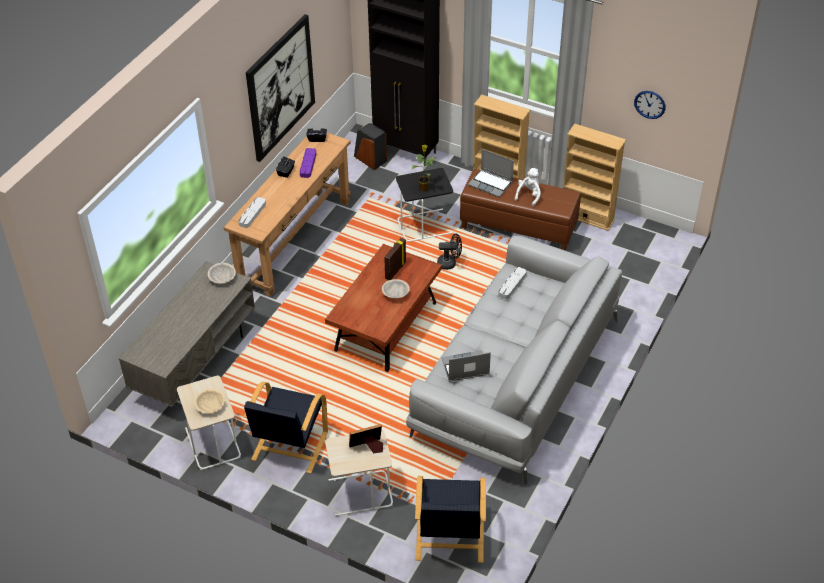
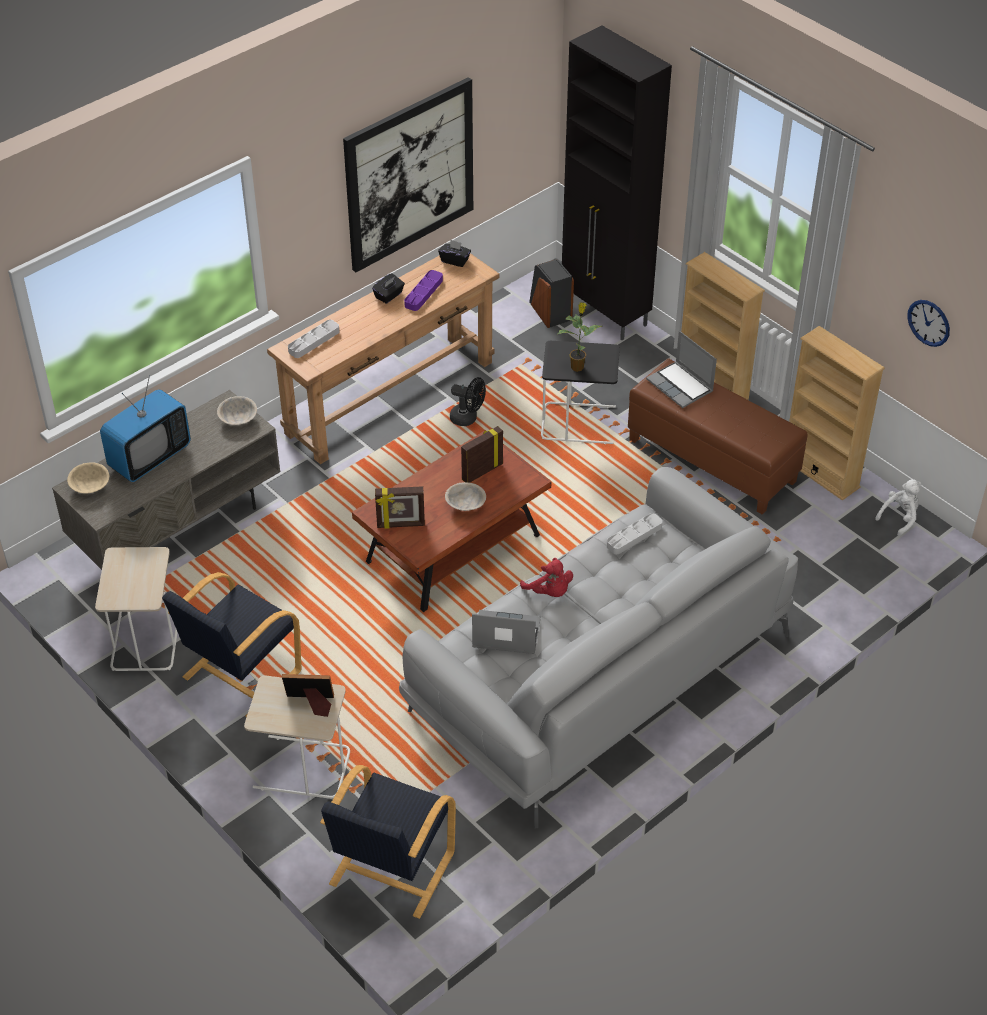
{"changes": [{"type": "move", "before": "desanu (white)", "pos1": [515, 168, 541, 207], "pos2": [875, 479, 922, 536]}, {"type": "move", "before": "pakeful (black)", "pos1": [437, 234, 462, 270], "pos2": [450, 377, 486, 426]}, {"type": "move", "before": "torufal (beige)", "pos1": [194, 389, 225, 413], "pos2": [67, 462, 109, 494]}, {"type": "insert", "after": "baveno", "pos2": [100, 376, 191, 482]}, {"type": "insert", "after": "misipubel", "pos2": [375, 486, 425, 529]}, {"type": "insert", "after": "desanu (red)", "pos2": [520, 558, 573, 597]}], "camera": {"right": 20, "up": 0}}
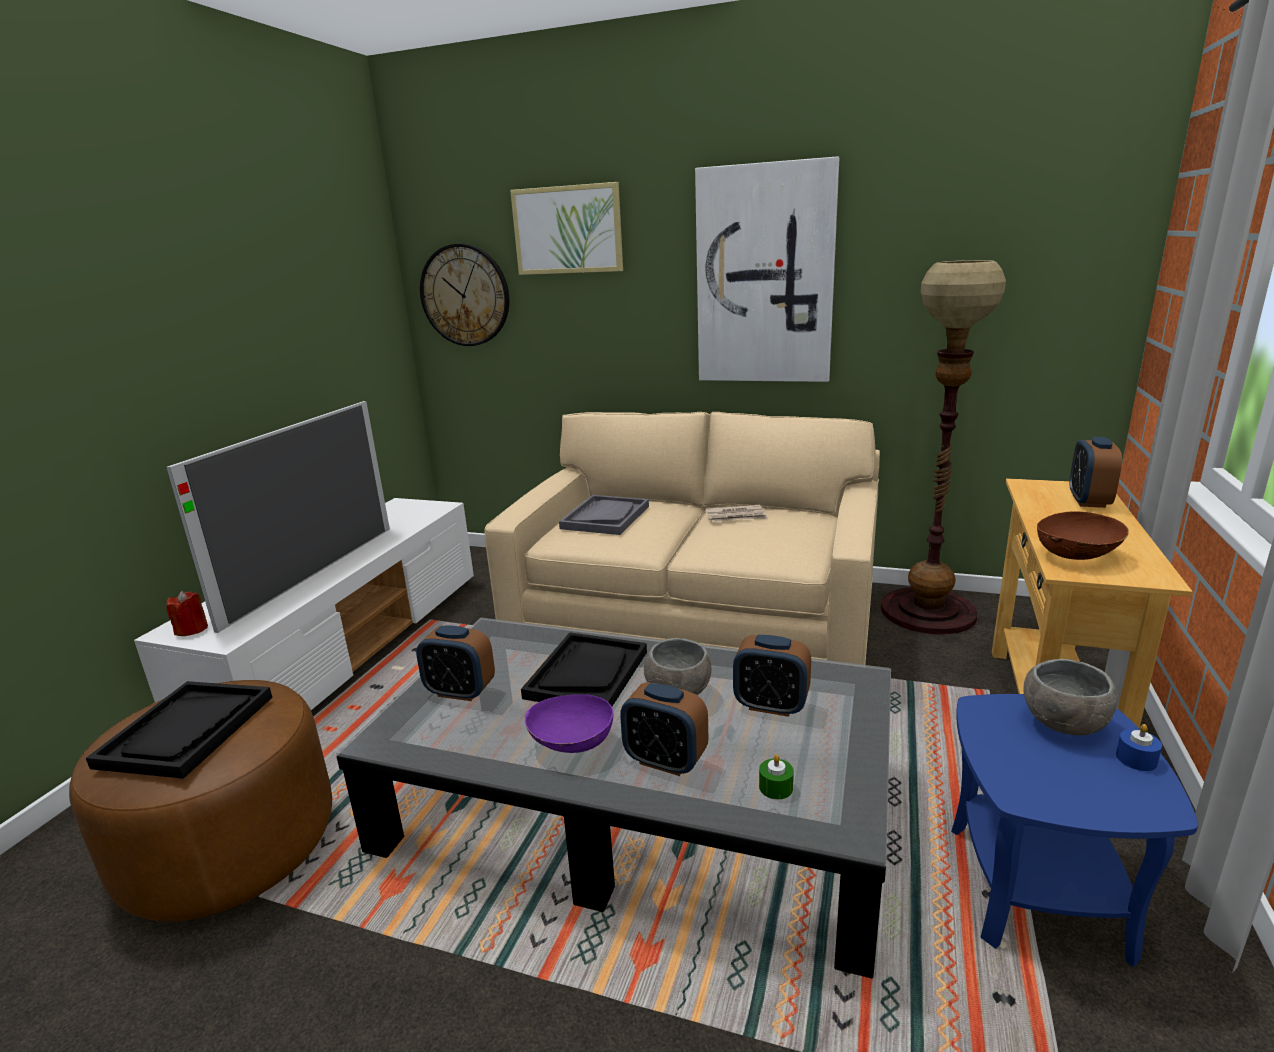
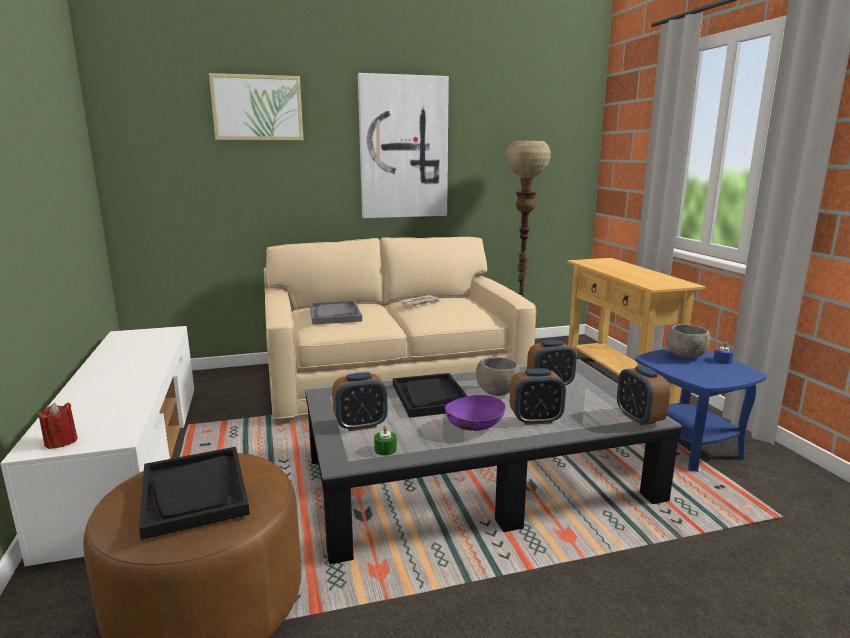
{"changes": [{"type": "delete", "before": "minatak", "pos1": [420, 244, 509, 346]}, {"type": "delete", "before": "baveno", "pos1": [166, 401, 390, 633]}, {"type": "move", "before": "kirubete", "pos1": [1070, 437, 1122, 508], "pos2": [617, 365, 670, 426]}, {"type": "delete", "before": "torufal (brown)", "pos1": [1037, 511, 1129, 560]}, {"type": "move", "before": "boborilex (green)", "pos1": [759, 754, 794, 799], "pos2": [374, 425, 397, 455]}], "camera": {"right": -35, "up": -5}}
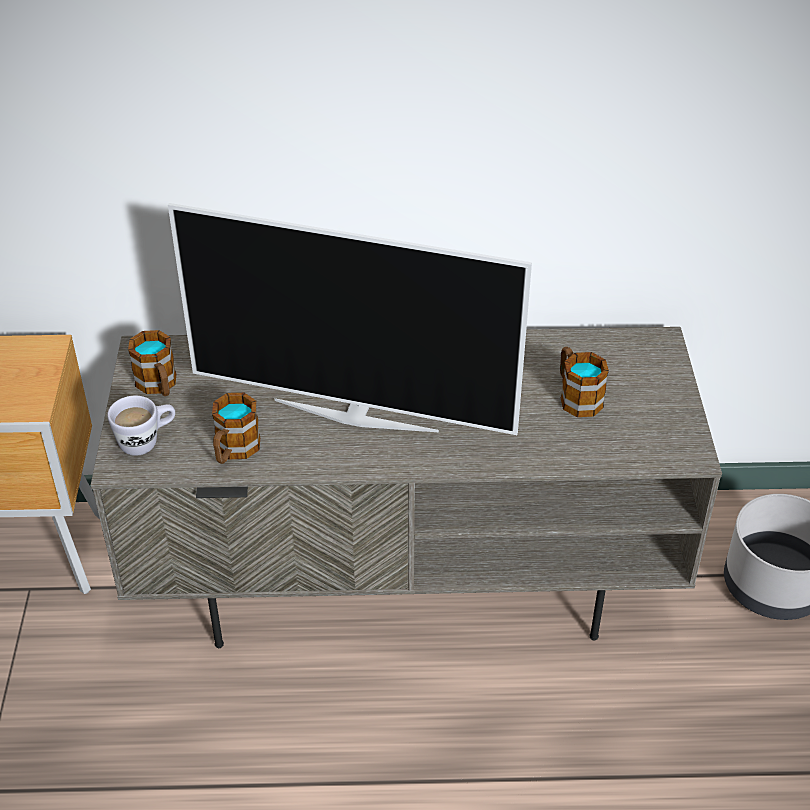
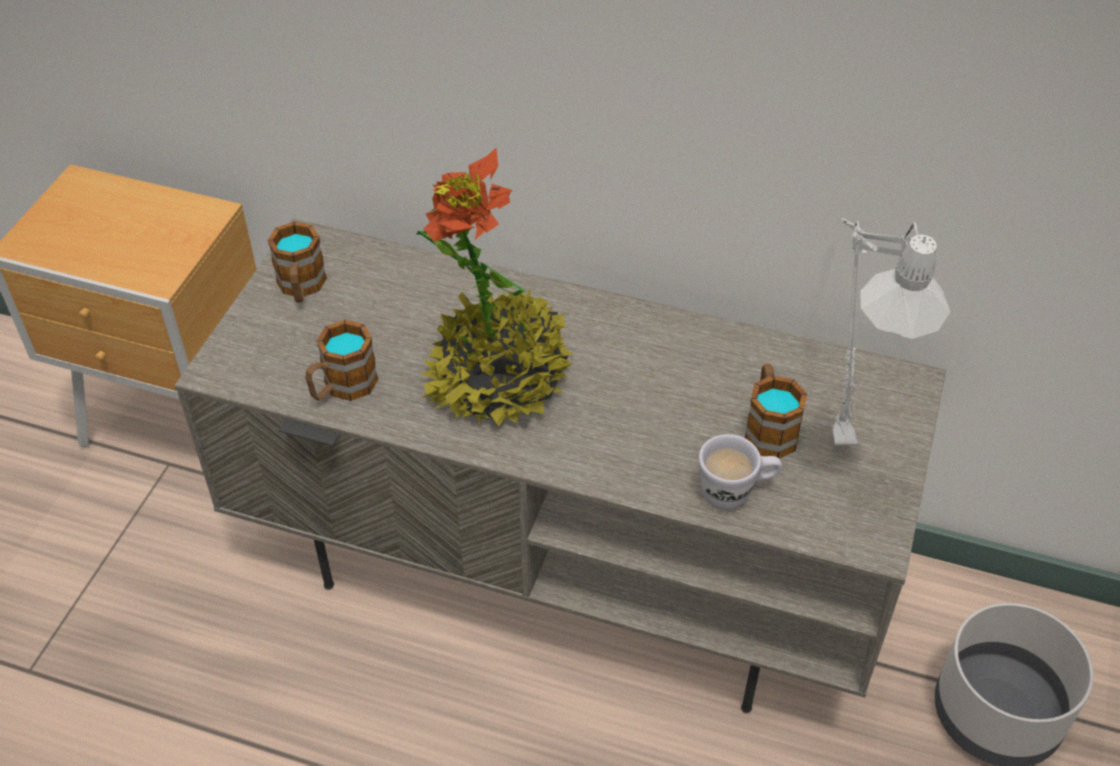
{"changes": [{"type": "replace", "before": "baveno", "after": "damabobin", "pos1": [168, 203, 532, 435], "pos2": [416, 148, 574, 426]}, {"type": "move", "before": "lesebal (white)", "pos1": [107, 396, 175, 456], "pos2": [698, 434, 782, 510]}, {"type": "insert", "after": "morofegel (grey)", "pos2": [832, 218, 950, 445]}], "camera": {"right": 20, "up": 5}}
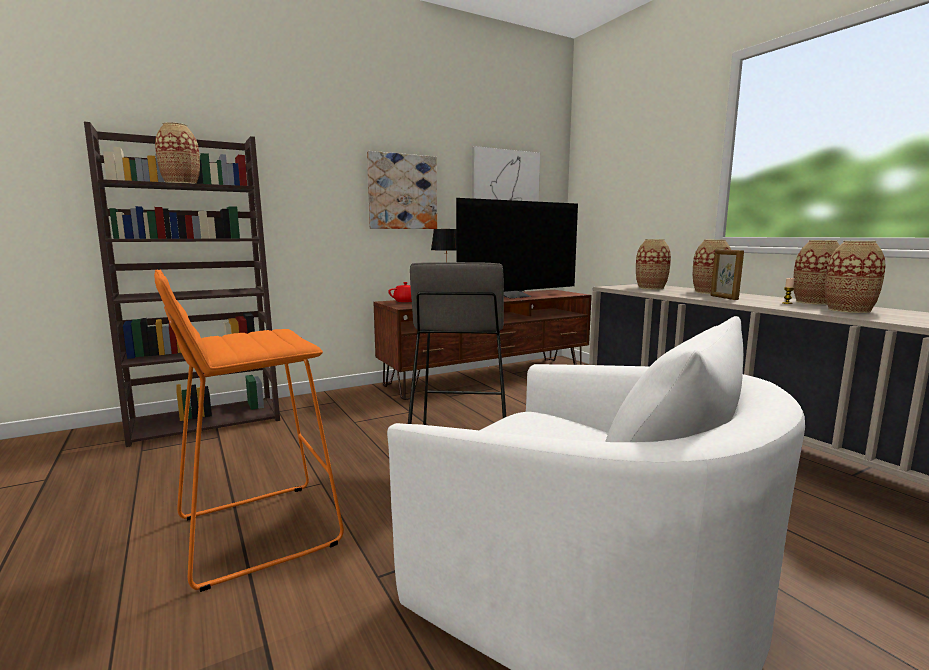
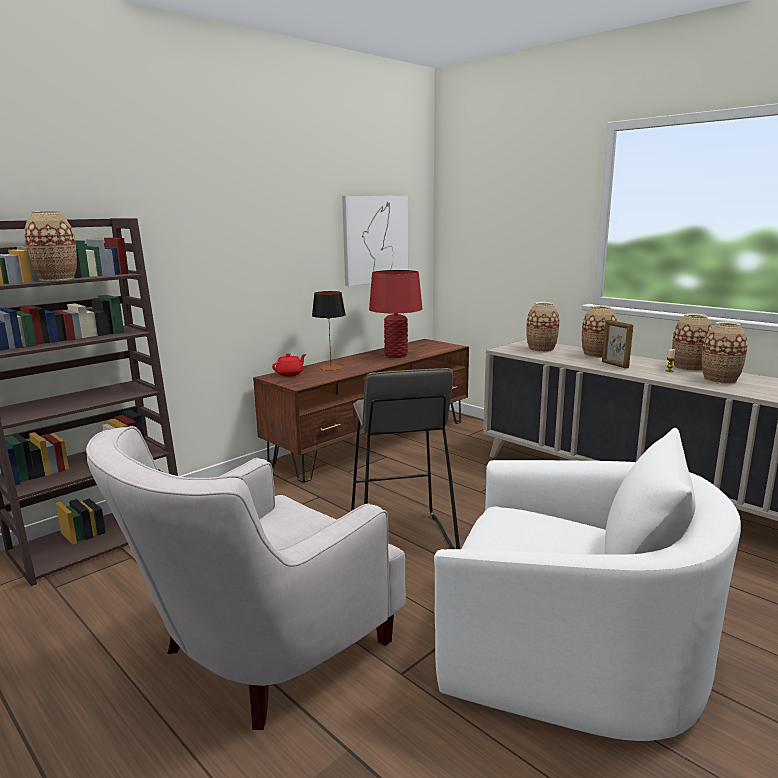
{"changes": [{"type": "delete", "before": "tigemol", "pos1": [367, 151, 437, 229]}, {"type": "replace", "before": "baveno", "after": "morofegel (red)", "pos1": [456, 198, 578, 298], "pos2": [369, 270, 422, 358]}, {"type": "replace", "before": "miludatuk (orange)", "after": "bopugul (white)", "pos1": [154, 270, 344, 592], "pos2": [86, 426, 406, 730]}], "camera": {"right": -15, "up": 5}}
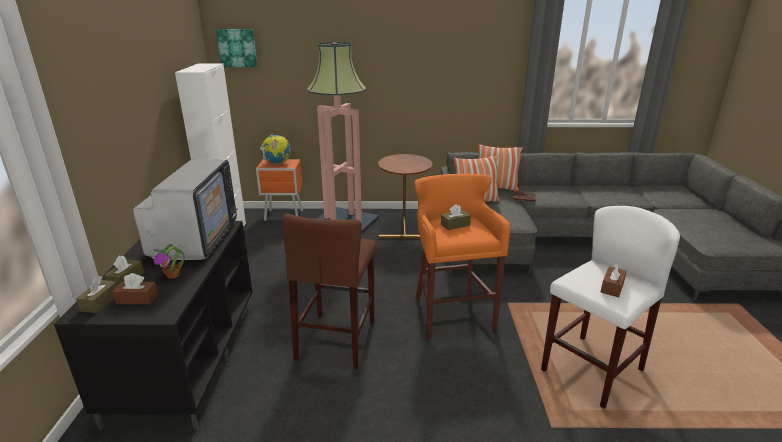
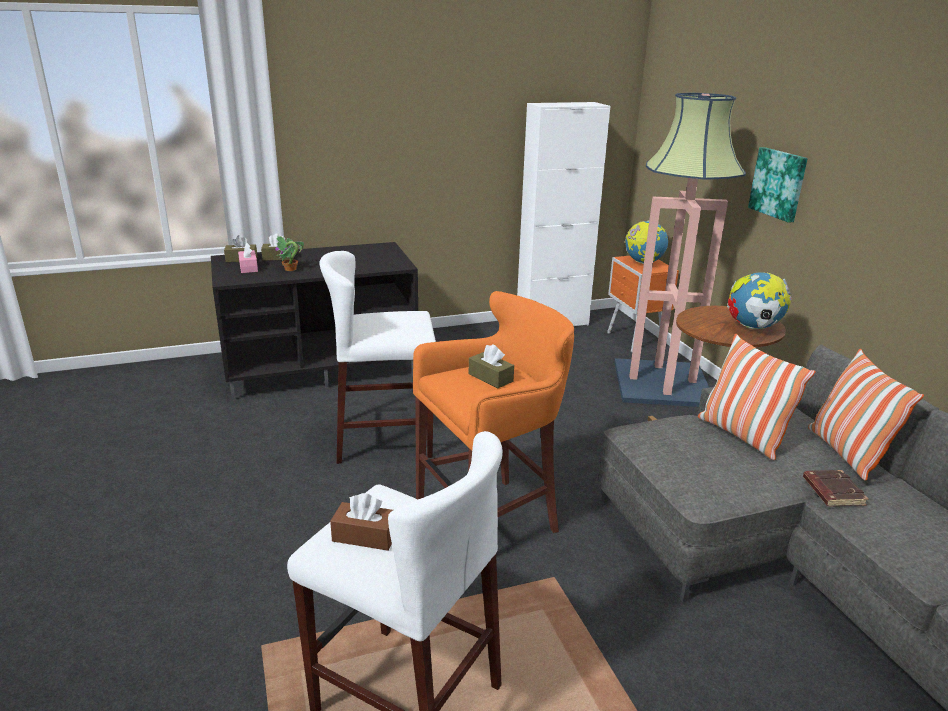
{"changes": [{"type": "move", "before": "tigemol", "pos1": [216, 29, 257, 67], "pos2": [748, 147, 808, 223]}, {"type": "delete", "before": "baveno", "pos1": [133, 159, 238, 260]}, {"type": "recolor", "before": "miludatuk (brown)", "after": "miludatuk (white)", "pos1": [282, 213, 377, 369], "pos2": [320, 251, 436, 464]}, {"type": "recolor", "before": "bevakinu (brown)", "after": "bevakinu (pink)", "pos1": [112, 273, 158, 304], "pos2": [238, 243, 258, 273]}, {"type": "insert", "after": "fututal", "pos2": [727, 272, 792, 329]}], "camera": {"right": 70, "up": 0}}
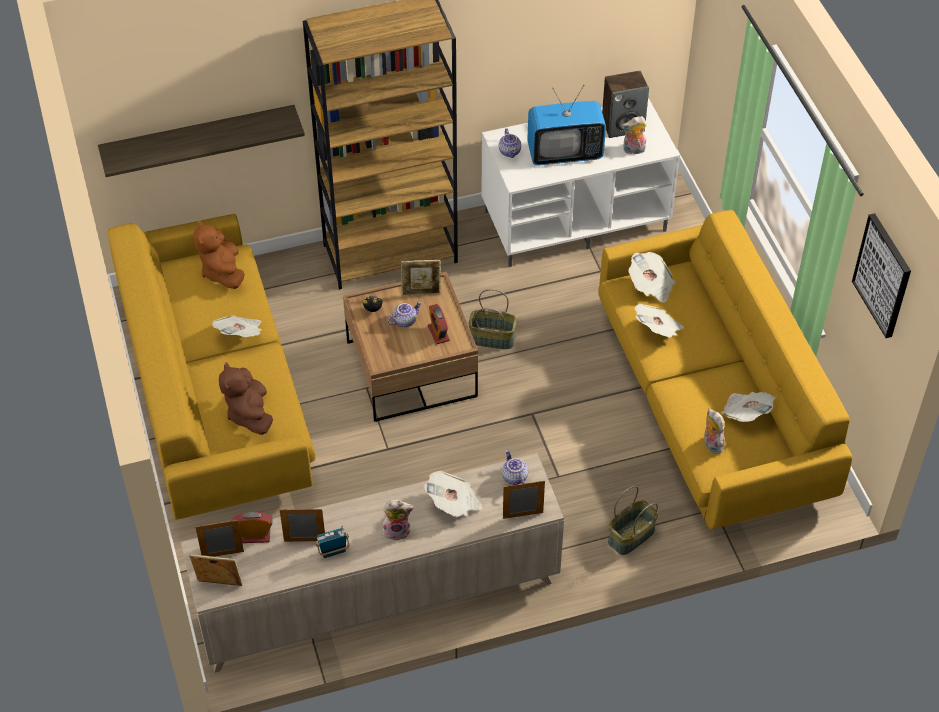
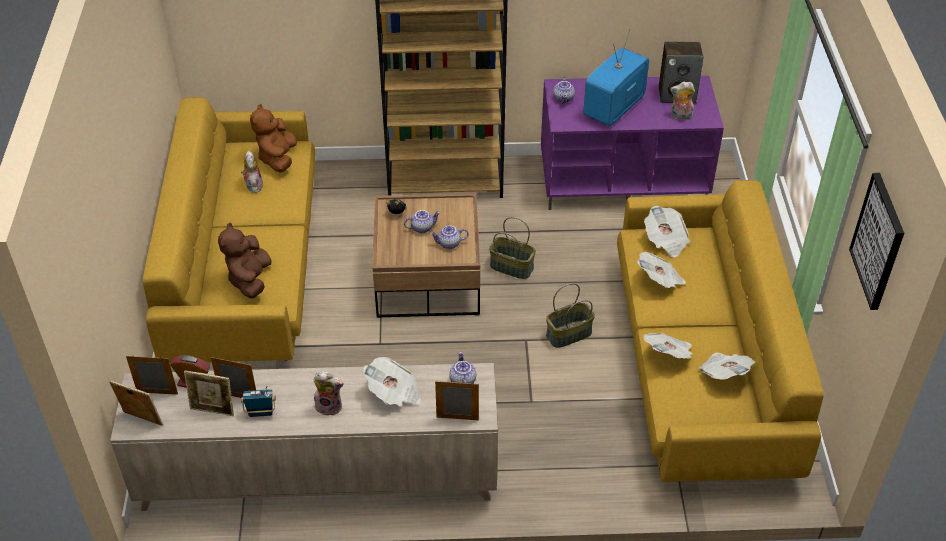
{"changes": [{"type": "rotate", "before": "baveno", "pos1": [527, 85, 606, 166], "pos2": [583, 30, 649, 126], "turn": 120}, {"type": "recolor", "before": "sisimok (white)", "after": "sisimok (purple)", "pos1": [481, 98, 680, 267], "pos2": [541, 76, 724, 210]}, {"type": "delete", "before": "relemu", "pos1": [98, 105, 305, 177]}, {"type": "move", "before": "misipubel", "pos1": [401, 260, 441, 296], "pos2": [184, 370, 234, 416]}, {"type": "replace", "before": "kirubete", "after": "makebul", "pos1": [428, 304, 450, 344], "pos2": [430, 226, 469, 249]}, {"type": "move", "before": "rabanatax", "pos1": [212, 315, 262, 337], "pos2": [644, 333, 693, 359]}, {"type": "move", "before": "desanu", "pos1": [704, 409, 725, 454], "pos2": [241, 150, 263, 193]}, {"type": "move", "before": "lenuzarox", "pos1": [608, 486, 658, 555], "pos2": [546, 283, 595, 348]}], "camera": {"right": 15, "up": -5}}
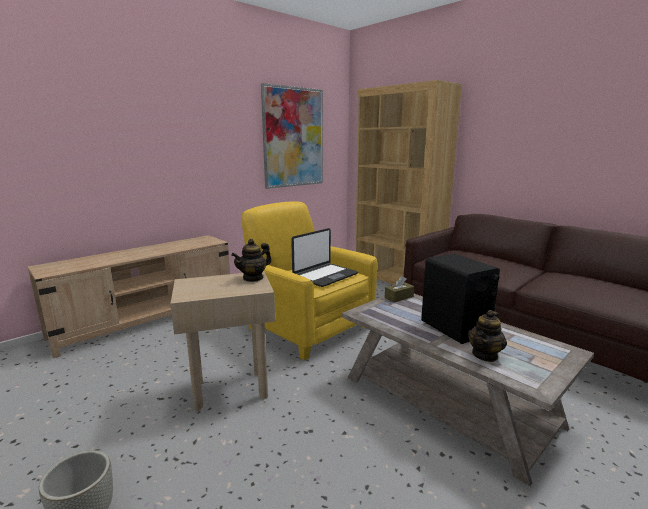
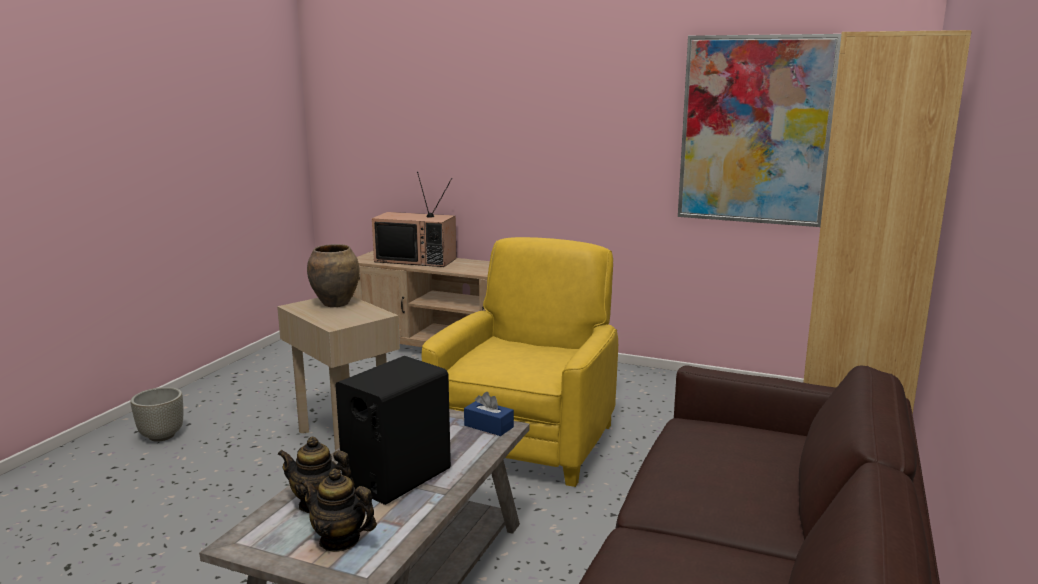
{"changes": [{"type": "delete", "before": "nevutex", "pos1": [291, 228, 358, 287]}, {"type": "move", "before": "makebul", "pos1": [231, 239, 272, 282], "pos2": [300, 469, 377, 552]}, {"type": "recolor", "before": "bevakinu (brown)", "after": "bevakinu (blue)", "pos1": [385, 276, 414, 302], "pos2": [464, 392, 514, 436]}, {"type": "insert", "after": "baveno", "pos2": [372, 172, 457, 267]}, {"type": "insert", "after": "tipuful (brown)", "pos2": [307, 244, 359, 307]}], "camera": {"right": 65, "up": 0}}
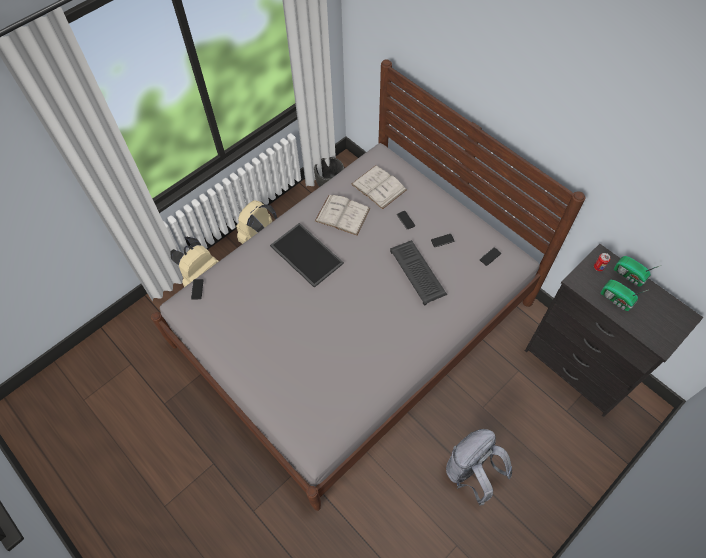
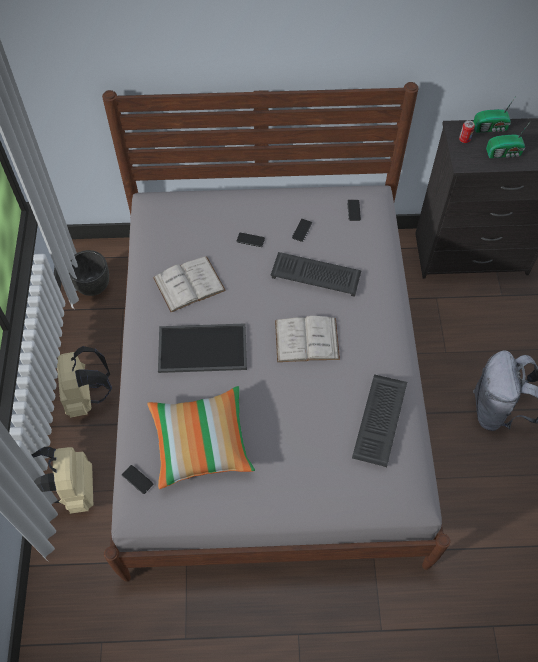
{"changes": [{"type": "move", "before": "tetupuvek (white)", "pos1": [352, 165, 407, 210], "pos2": [275, 316, 340, 362]}, {"type": "insert", "after": "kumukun", "pos2": [352, 374, 407, 467]}, {"type": "insert", "after": "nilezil", "pos2": [147, 386, 255, 489]}], "camera": {"right": -50, "up": 0}}
